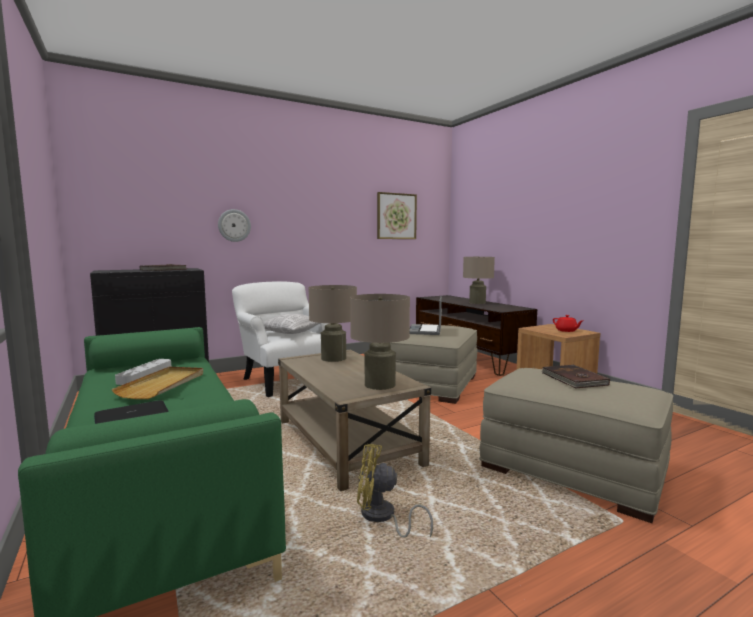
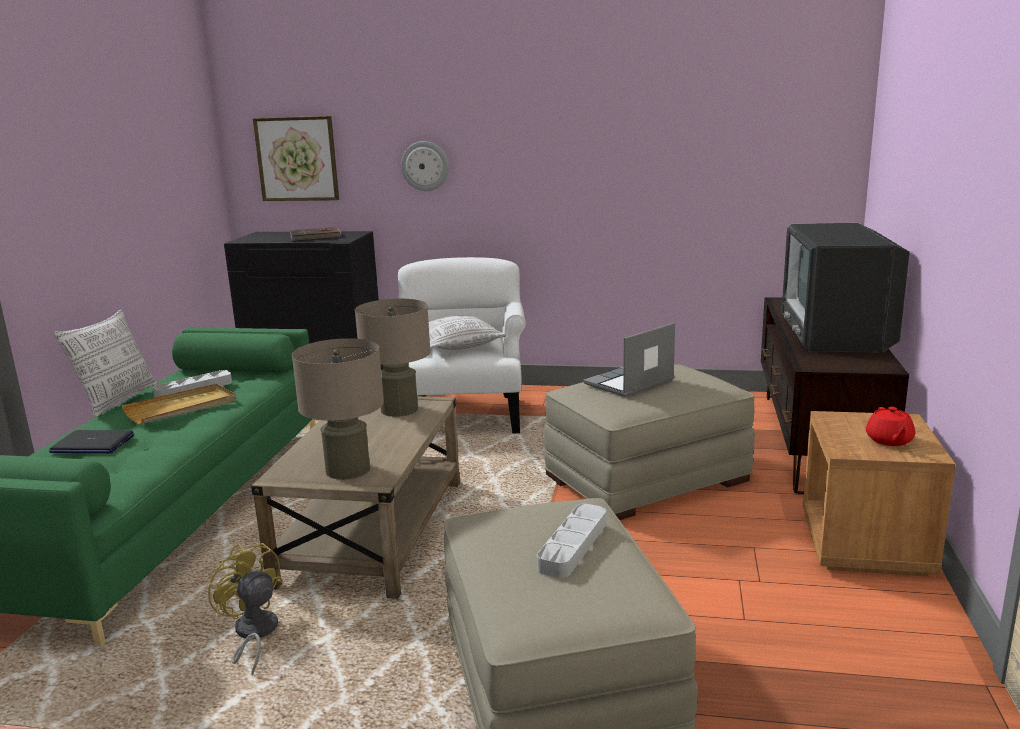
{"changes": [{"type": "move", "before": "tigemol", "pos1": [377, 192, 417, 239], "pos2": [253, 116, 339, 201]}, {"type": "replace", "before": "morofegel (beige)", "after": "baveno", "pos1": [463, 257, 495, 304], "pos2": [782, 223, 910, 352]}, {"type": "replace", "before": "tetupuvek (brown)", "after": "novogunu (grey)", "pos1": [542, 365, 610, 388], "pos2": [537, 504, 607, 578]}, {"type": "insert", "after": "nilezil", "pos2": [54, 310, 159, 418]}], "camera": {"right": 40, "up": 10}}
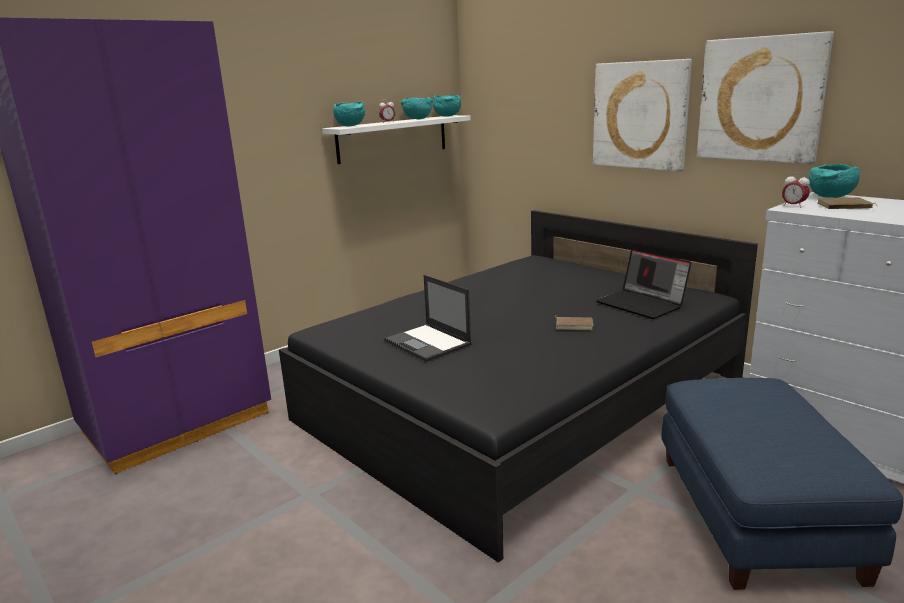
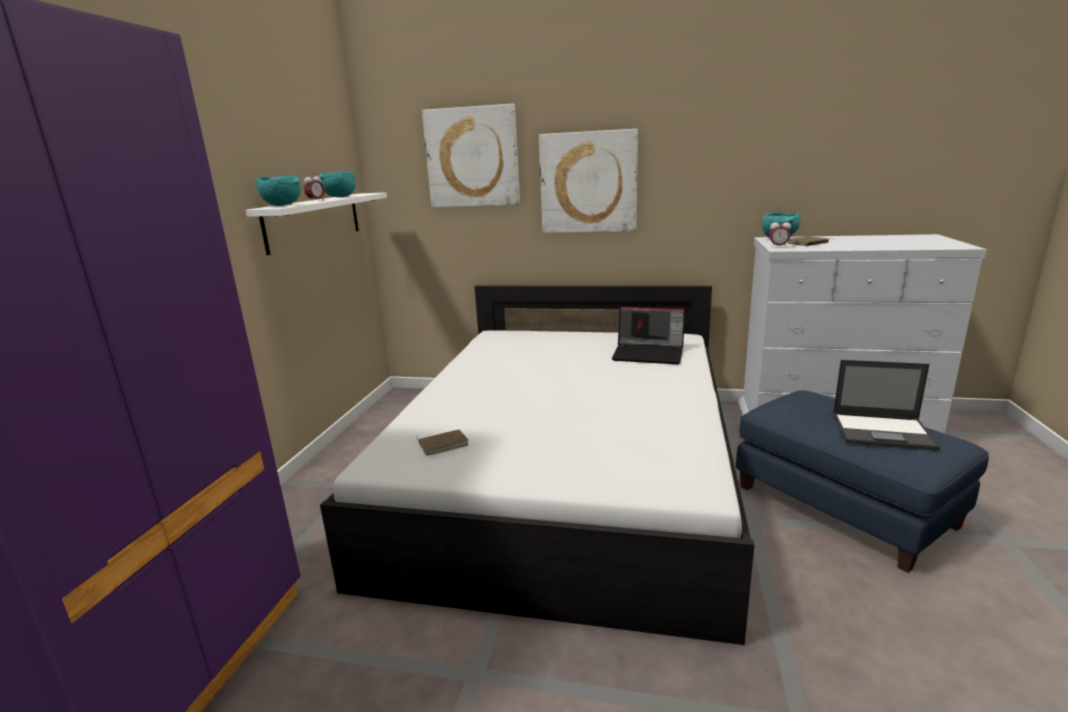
{"changes": [{"type": "move", "before": "tigemol", "pos1": [697, 31, 834, 164], "pos2": [422, 104, 520, 208]}, {"type": "delete", "before": "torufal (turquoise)", "pos1": [433, 95, 461, 117]}, {"type": "recolor", "before": "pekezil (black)", "after": "pekezil (white)", "pos1": [279, 210, 758, 563], "pos2": [320, 286, 754, 645]}, {"type": "move", "before": "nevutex", "pos1": [384, 275, 472, 362], "pos2": [833, 360, 940, 451]}, {"type": "move", "before": "tetupuvek (brown)", "pos1": [555, 315, 593, 330], "pos2": [417, 429, 468, 456]}], "camera": {"right": -35, "up": 0}}
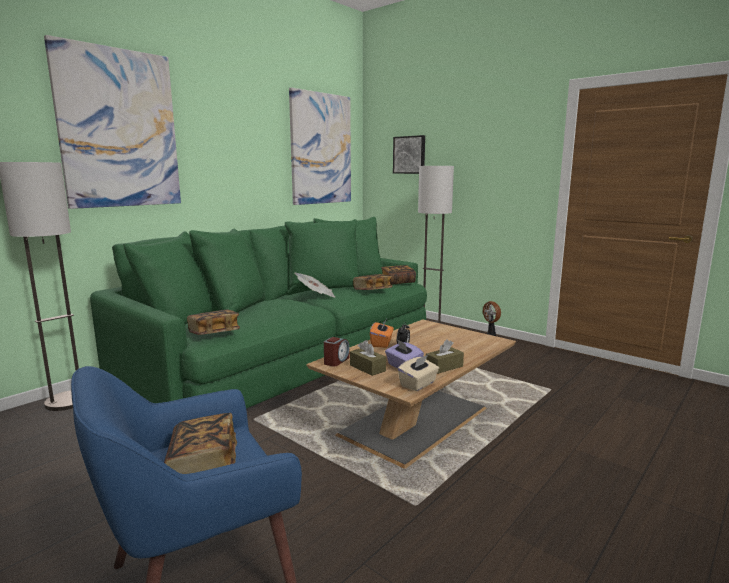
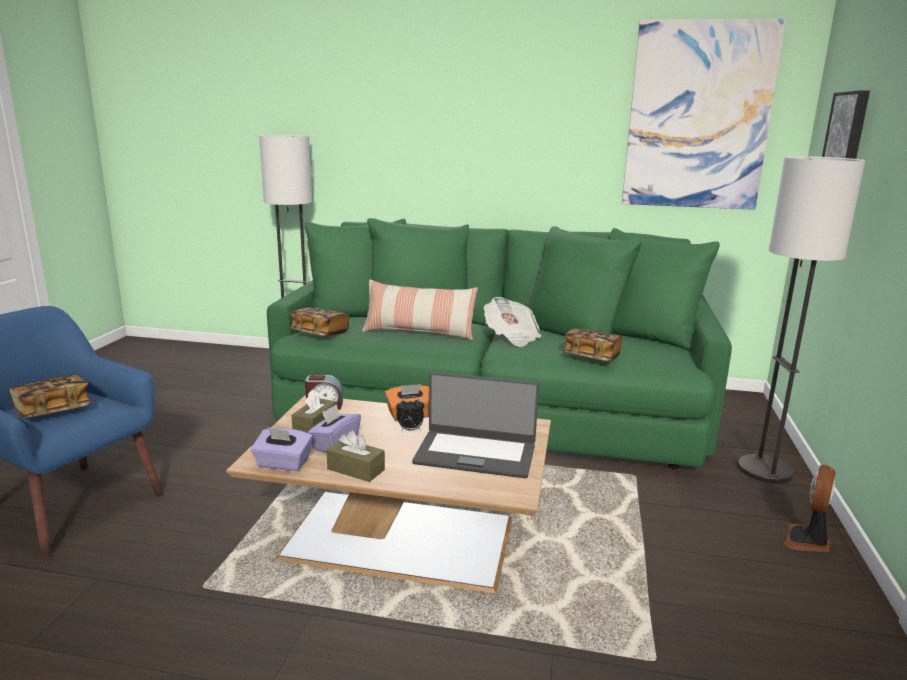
{"changes": [{"type": "delete", "before": "tigemol", "pos1": [44, 35, 181, 209]}, {"type": "delete", "before": "tetupuvek", "pos1": [381, 265, 416, 285]}, {"type": "recolor", "before": "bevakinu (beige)", "after": "bevakinu (purple)", "pos1": [398, 355, 439, 391], "pos2": [251, 427, 313, 471]}, {"type": "insert", "after": "nilezil", "pos2": [362, 279, 478, 340]}, {"type": "insert", "after": "nevutex", "pos2": [412, 372, 539, 478]}], "camera": {"right": 60, "up": 5}}
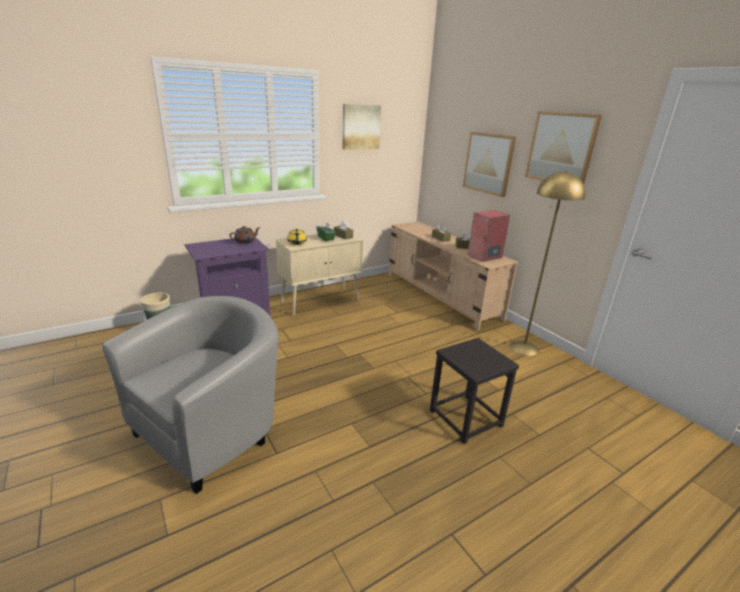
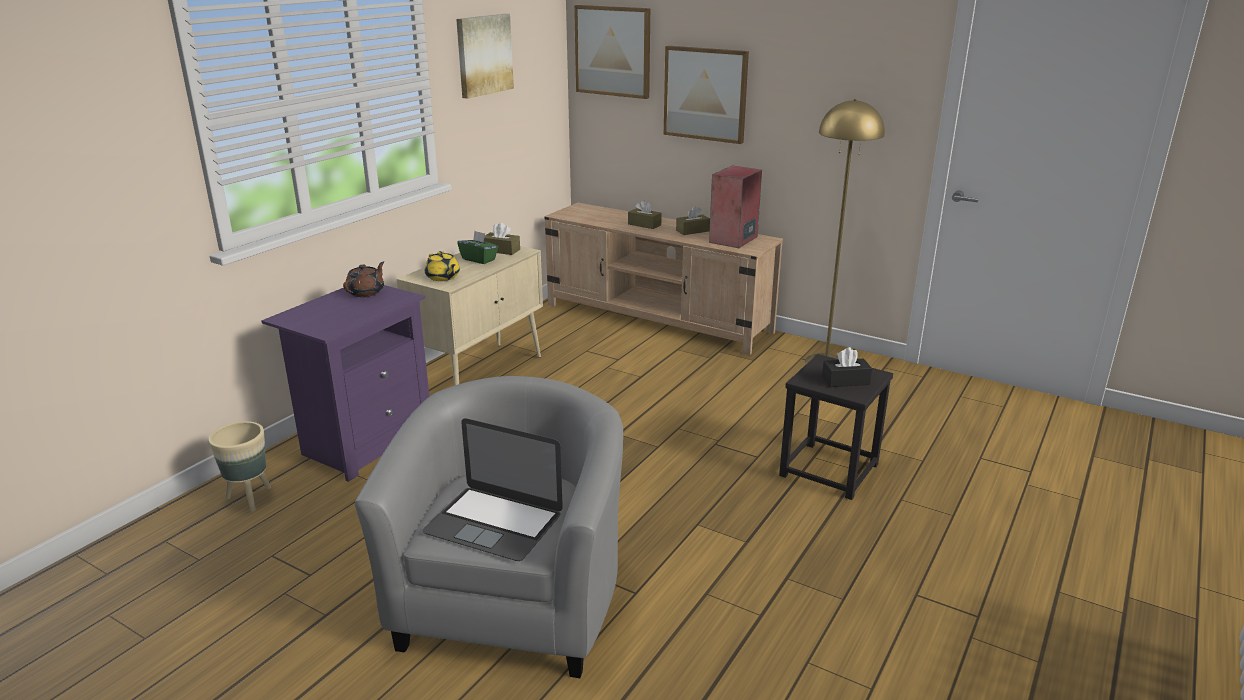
{"changes": [{"type": "move", "before": "tigemol", "pos1": [525, 111, 602, 184], "pos2": [574, 5, 650, 99]}, {"type": "insert", "after": "bevakinu (black)", "pos2": [822, 347, 872, 387]}, {"type": "insert", "after": "nevutex", "pos2": [422, 418, 563, 561]}], "camera": {"right": -25, "up": 0}}
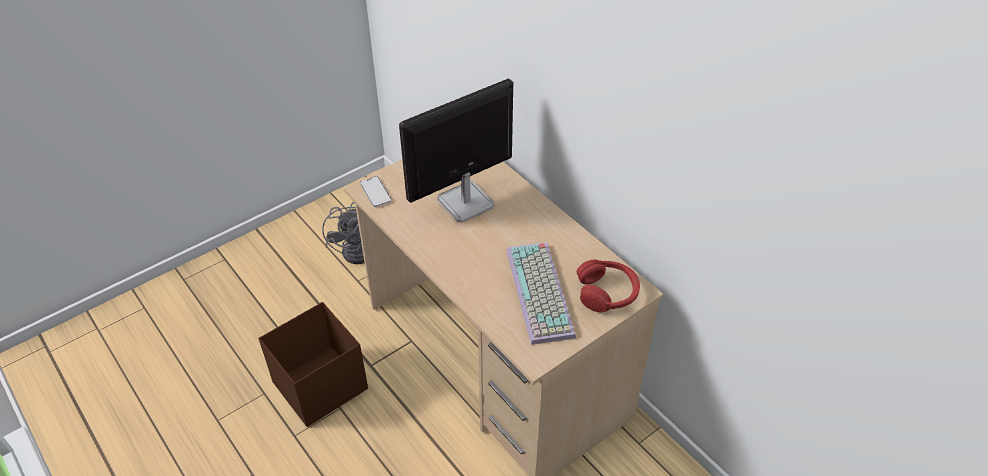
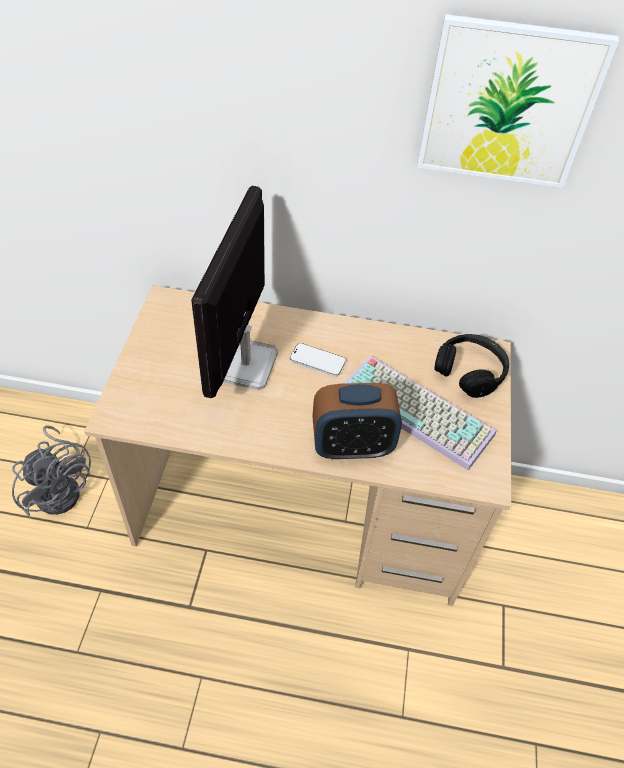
{"changes": [{"type": "move", "before": "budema", "pos1": [360, 176, 392, 207], "pos2": [290, 343, 346, 376]}, {"type": "recolor", "before": "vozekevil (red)", "after": "vozekevil (black)", "pos1": [577, 259, 640, 313], "pos2": [435, 334, 509, 398]}, {"type": "delete", "before": "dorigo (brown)", "pos1": [259, 302, 368, 427]}, {"type": "insert", "after": "tigemol", "pos2": [417, 14, 619, 188]}, {"type": "insert", "after": "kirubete", "pos2": [312, 383, 402, 459]}], "camera": {"right": -45, "up": 5}}
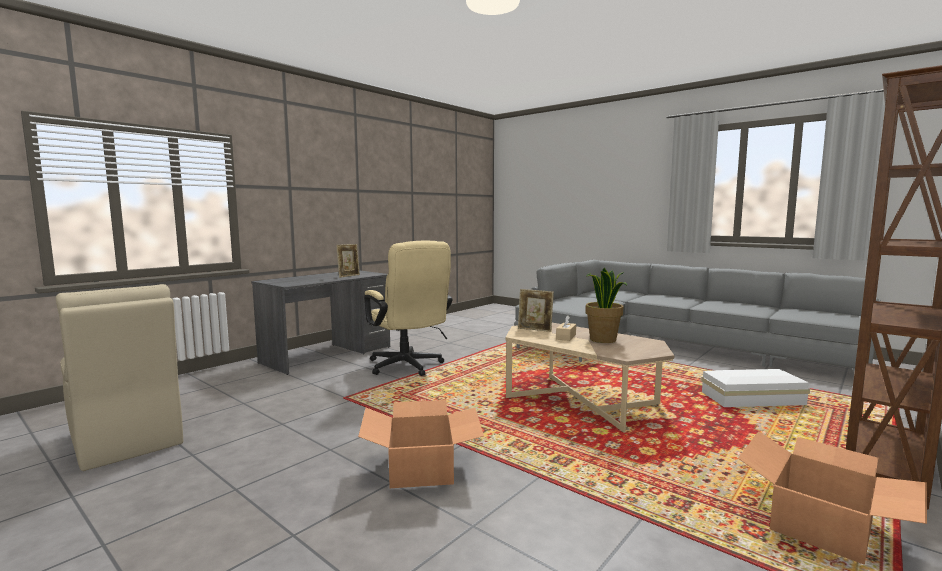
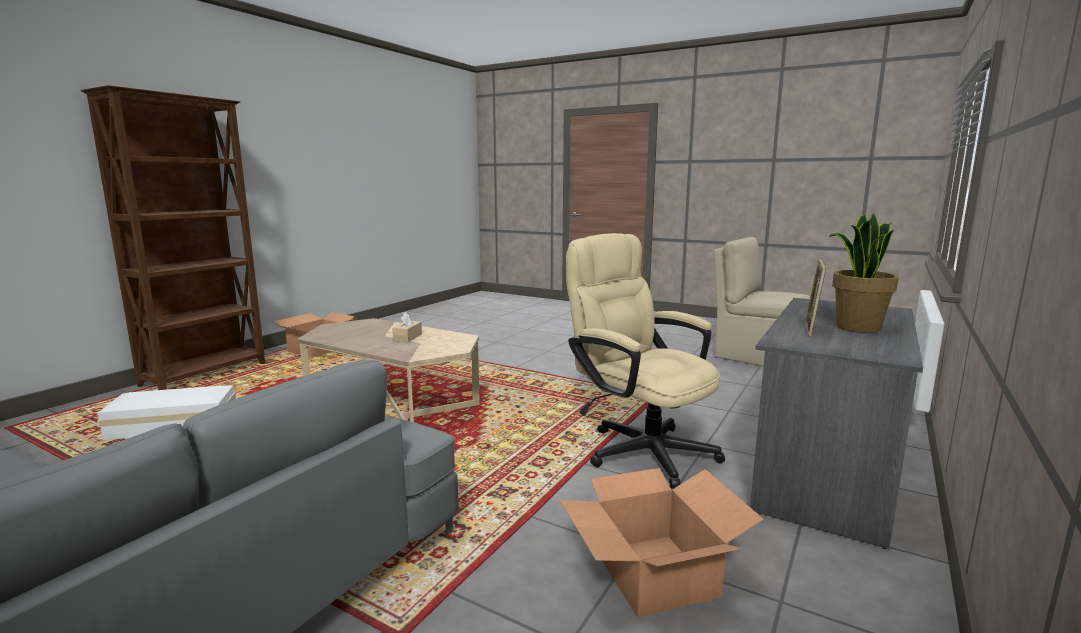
{"changes": [{"type": "move", "before": "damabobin", "pos1": [585, 268, 627, 343], "pos2": [829, 214, 899, 333]}, {"type": "delete", "before": "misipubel", "pos1": [518, 289, 554, 332]}, {"type": "move", "before": "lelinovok", "pos1": [358, 400, 484, 488], "pos2": [560, 468, 764, 617]}], "camera": {"right": 170, "up": 5}}
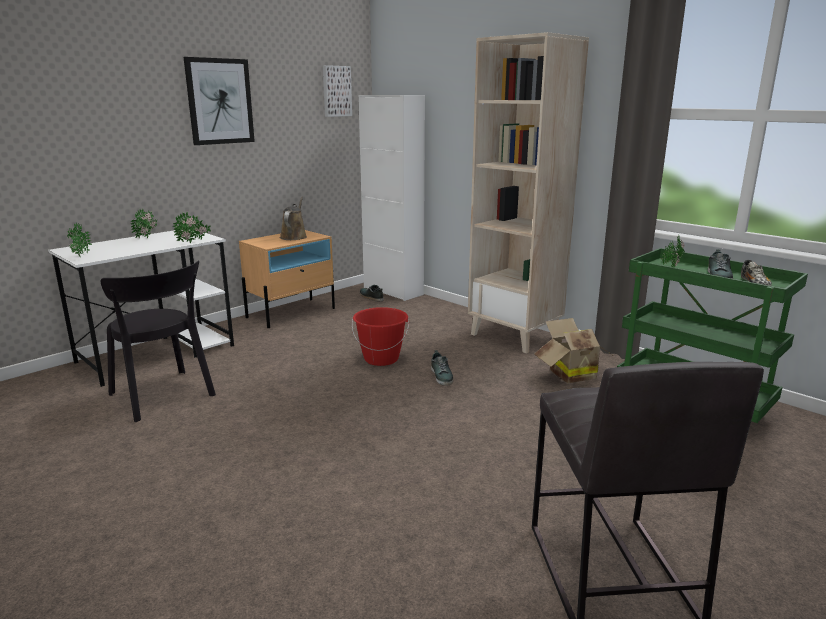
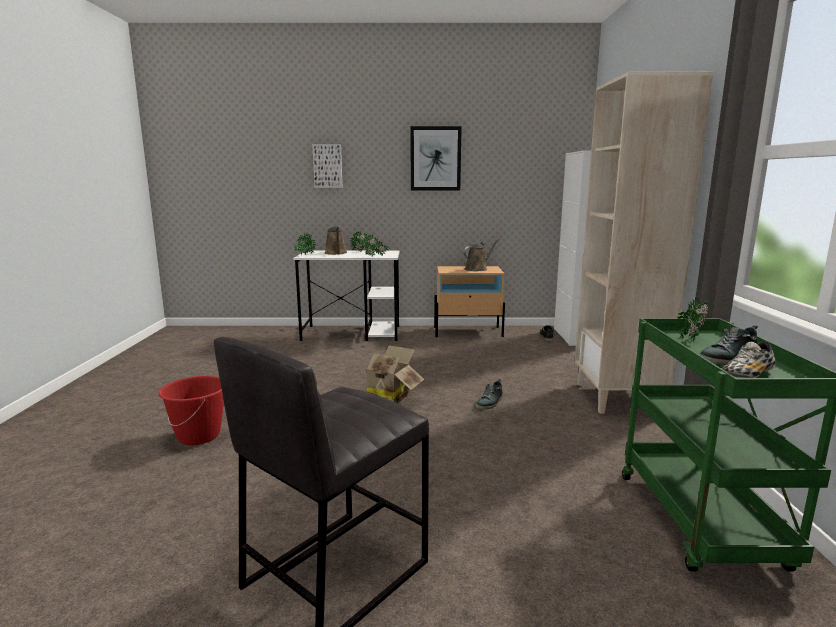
{"changes": [{"type": "move", "before": "tigemol", "pos1": [323, 65, 352, 117], "pos2": [312, 144, 343, 188]}, {"type": "delete", "before": "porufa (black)", "pos1": [101, 260, 216, 422]}, {"type": "move", "before": "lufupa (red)", "pos1": [352, 307, 409, 366], "pos2": [158, 376, 224, 445]}, {"type": "move", "before": "lelinovok", "pos1": [534, 318, 612, 383], "pos2": [354, 345, 424, 403]}, {"type": "insert", "after": "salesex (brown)", "pos2": [325, 227, 347, 255]}], "camera": {"right": 45, "up": -5}}
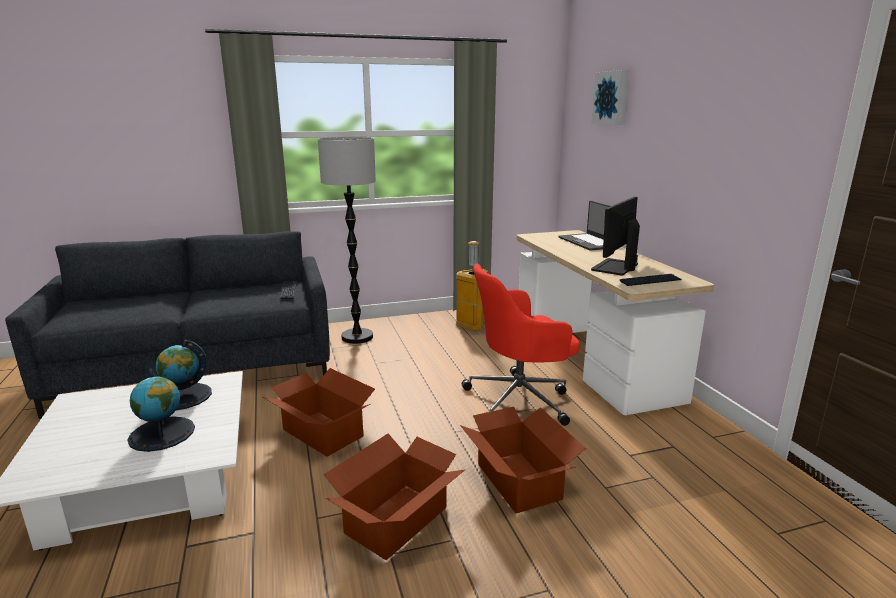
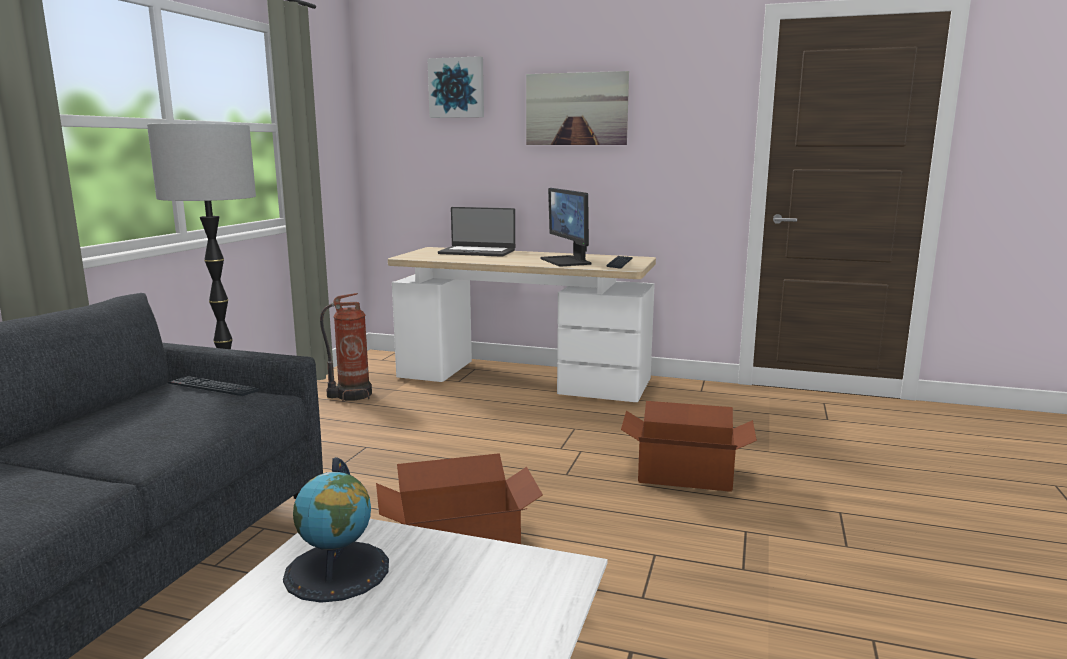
{"changes": [{"type": "replace", "before": "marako", "after": "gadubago", "pos1": [456, 241, 488, 331], "pos2": [320, 293, 372, 401]}, {"type": "delete", "before": "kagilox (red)", "pos1": [462, 264, 580, 426]}, {"type": "delete", "before": "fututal", "pos1": [128, 369, 195, 452]}, {"type": "delete", "before": "lelinovok", "pos1": [324, 434, 465, 560]}, {"type": "insert", "after": "tigemol", "pos2": [526, 71, 629, 145]}], "camera": {"right": -55, "up": -5}}
